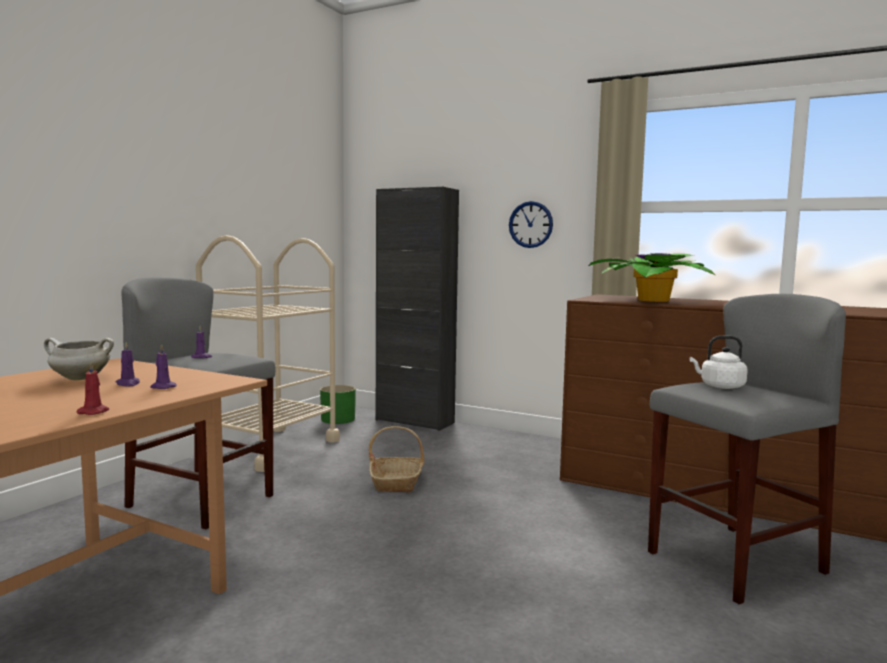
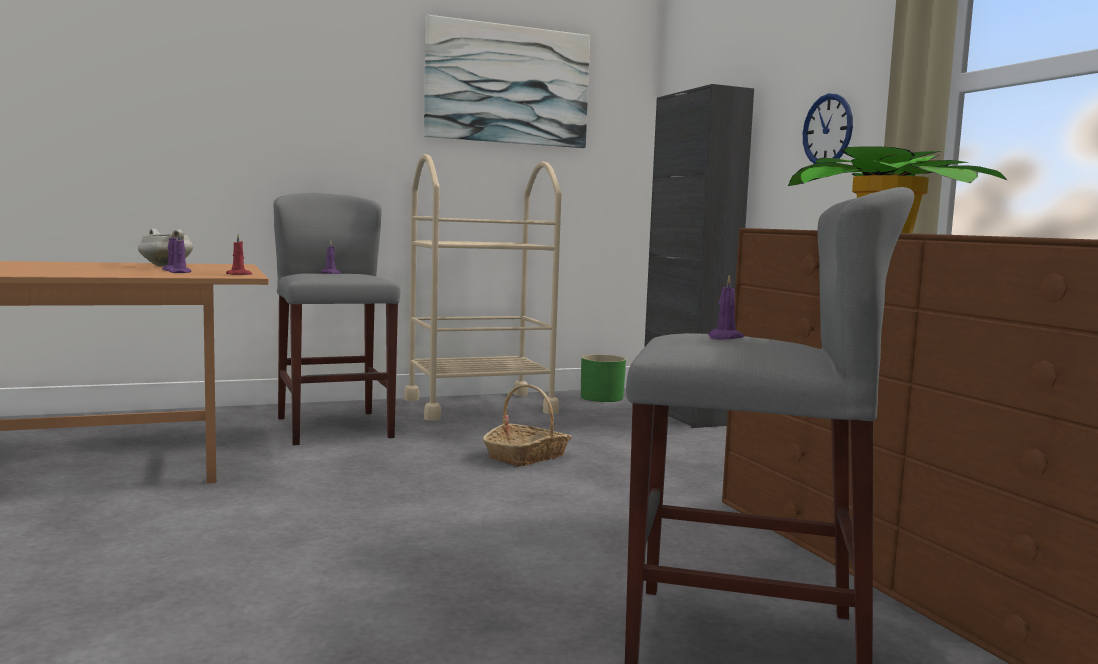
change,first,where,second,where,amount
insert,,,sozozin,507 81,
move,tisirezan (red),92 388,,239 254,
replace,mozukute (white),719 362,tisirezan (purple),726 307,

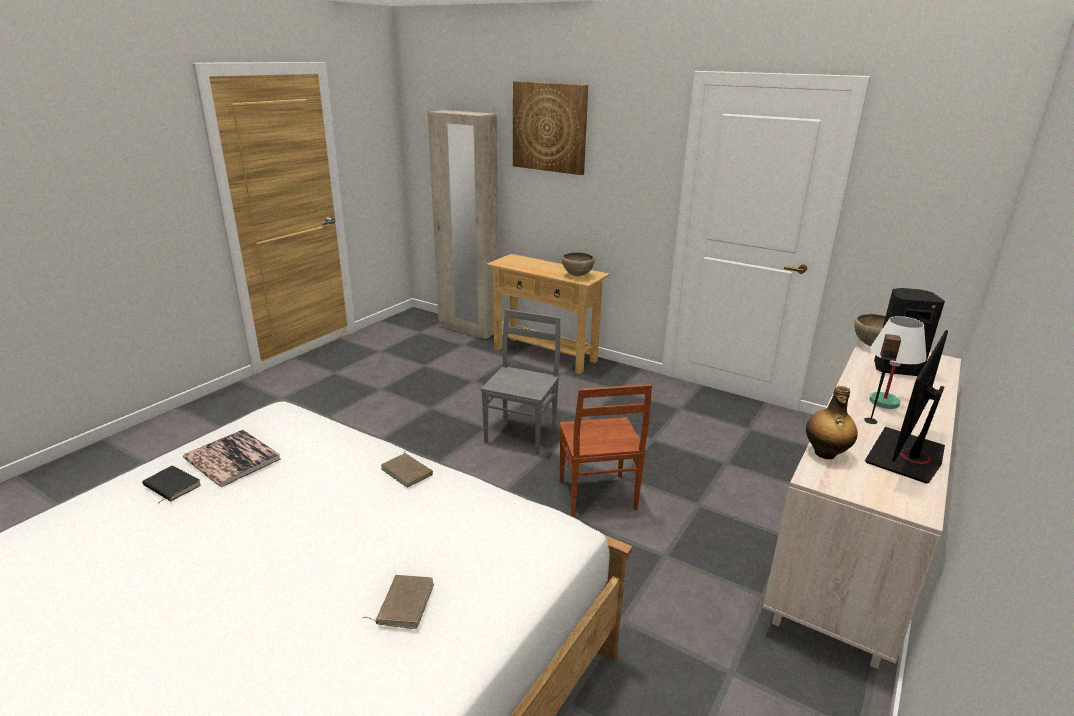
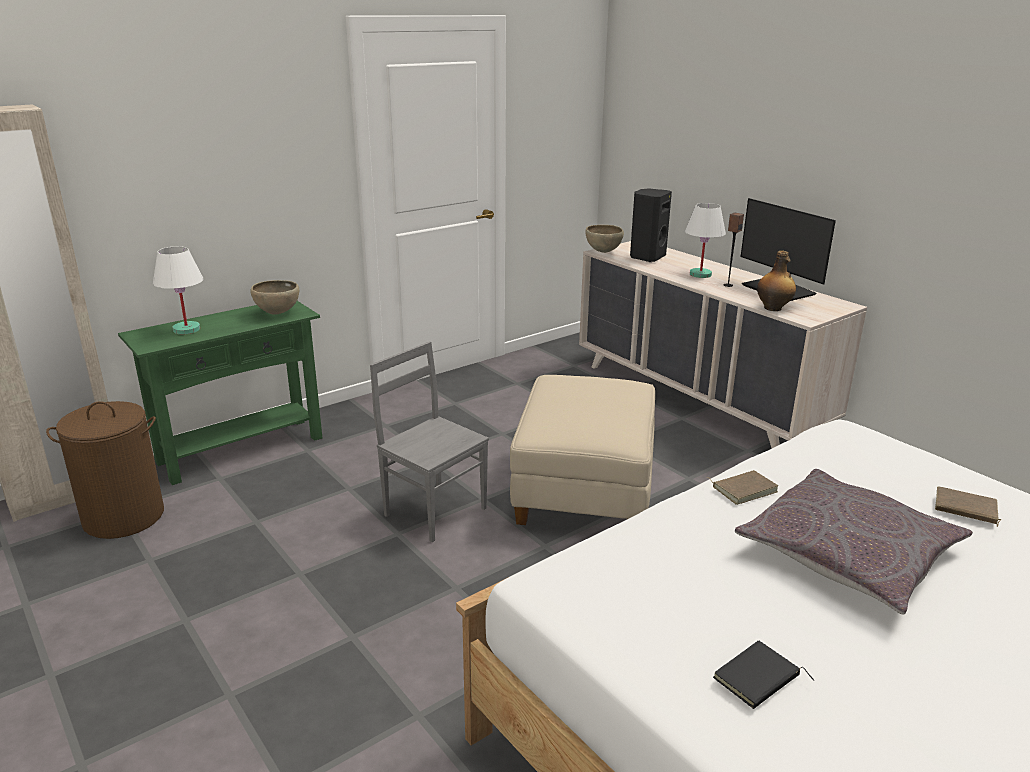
change,first,where,second,where,amount
delete,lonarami,232 458,,,
delete,sozozin,550 128,,,
insert,,,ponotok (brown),105 470,
insert,,,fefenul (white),178 290,
insert,,,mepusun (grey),854 542,
replace,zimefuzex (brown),605 450,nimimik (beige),582 450,
recolor,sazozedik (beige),548 314,sazozedik (green),220 393,

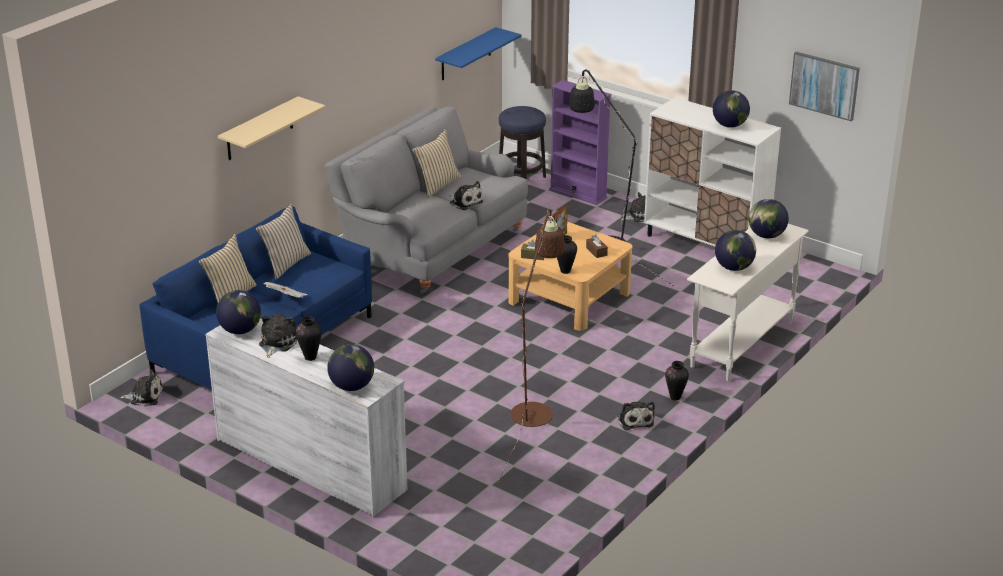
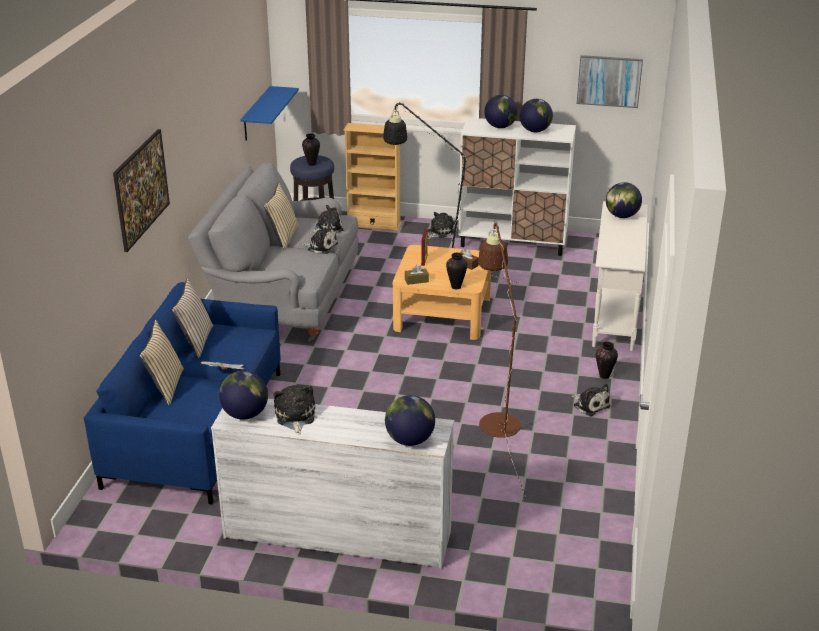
change,first,where,second,where,amount
move,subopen,142 388,,326 219,
move,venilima,309 338,,311 149,
move,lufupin,735 250,,500 111,
replace,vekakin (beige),272 128,sozozin,141 190,
recolor,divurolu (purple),580 142,divurolu (beige),372 177,

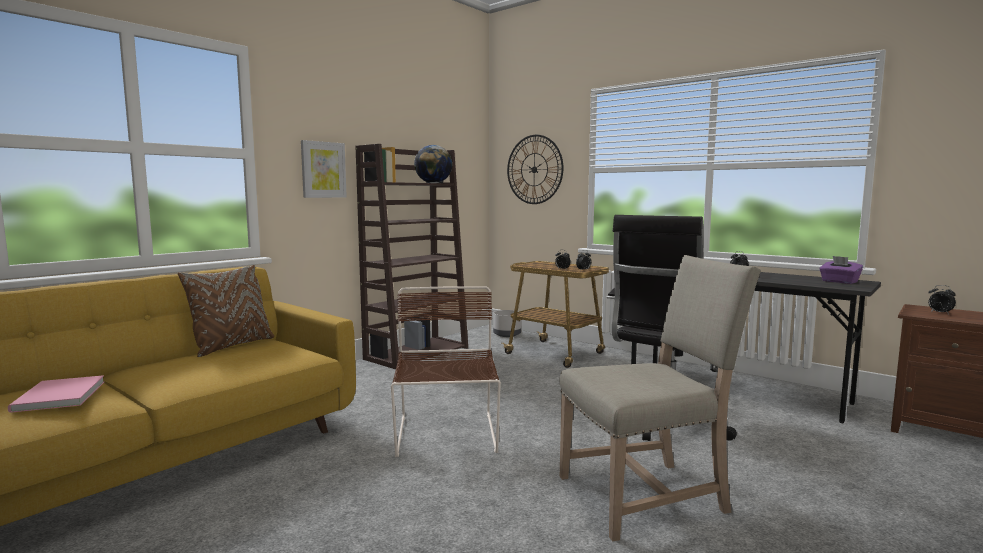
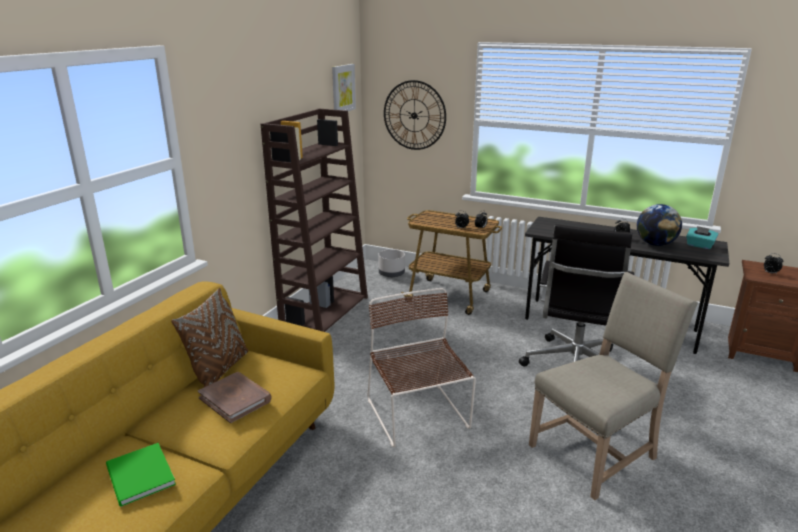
change,first,where,second,where,amount
insert,,,lonarami (brown),235 397,
move,sozozin,324 169,,344 87,
move,lufupin,433 164,,659 225,
recolor,lonarami (pink),56 394,lonarami (green),141 475,
recolor,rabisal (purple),841 270,rabisal (turquoise),702 237,

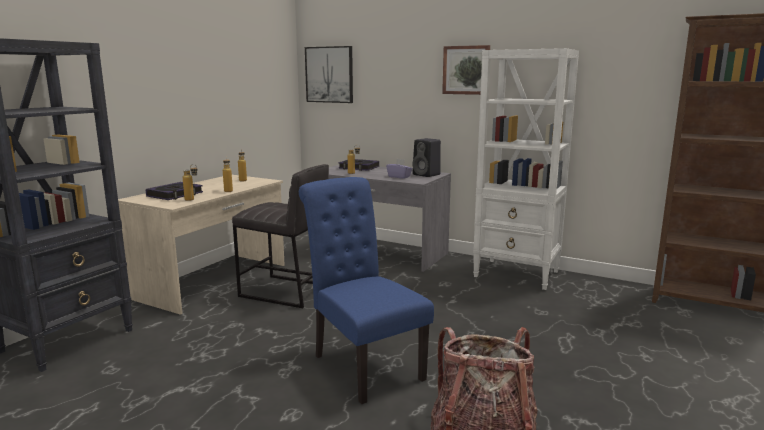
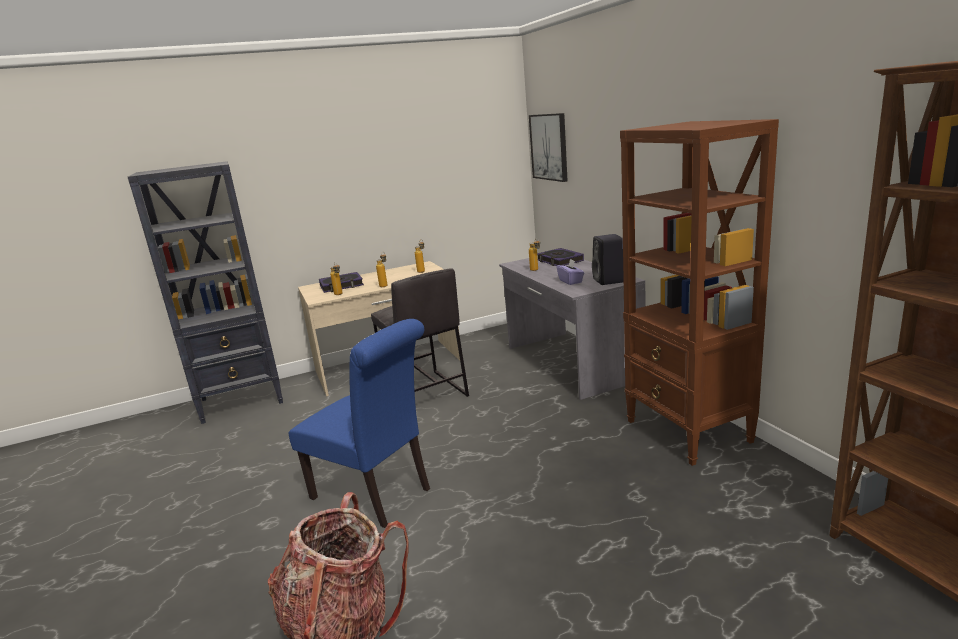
change,first,where,second,where,amount
delete,sozozin,466 70,,,
recolor,divurolu (white),526 169,divurolu (brown),699 292,
rotate,zimefuzex (blue),366 290,,359 423,120 degrees clockwise

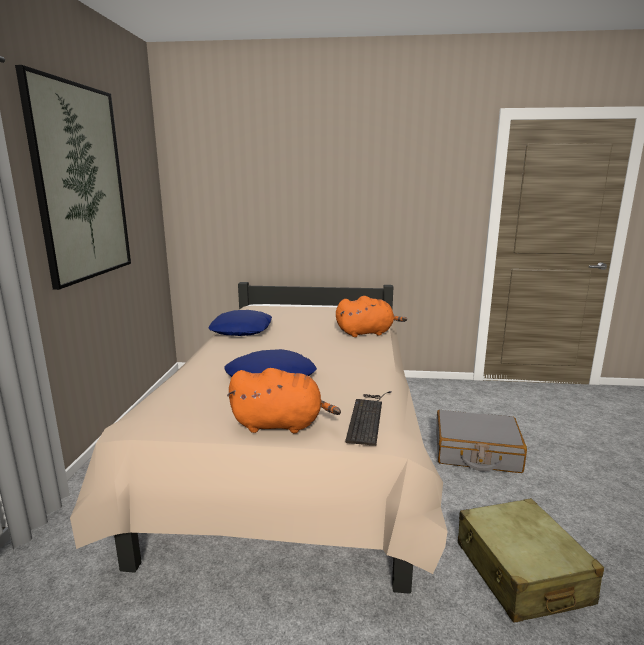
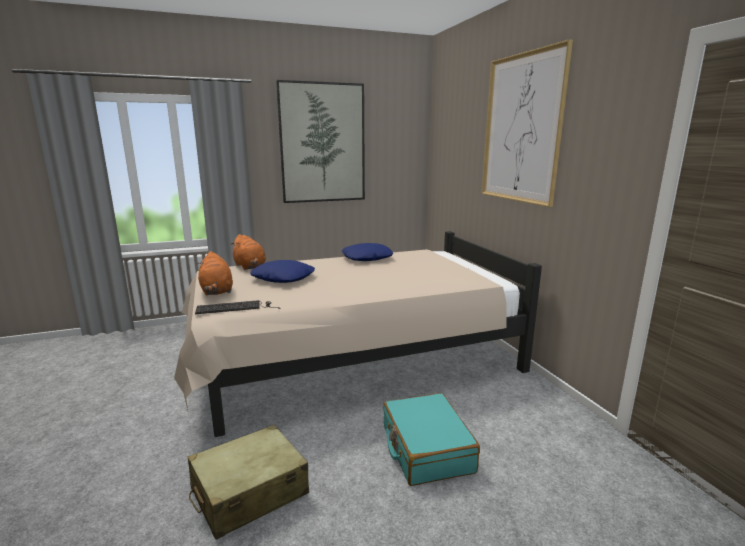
change,first,where,second,where,amount
insert,,,sozozin,527 123,
move,subopen (orange),371 316,,248 252,
recolor,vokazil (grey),481 441,vokazil (turquoise),431 439,

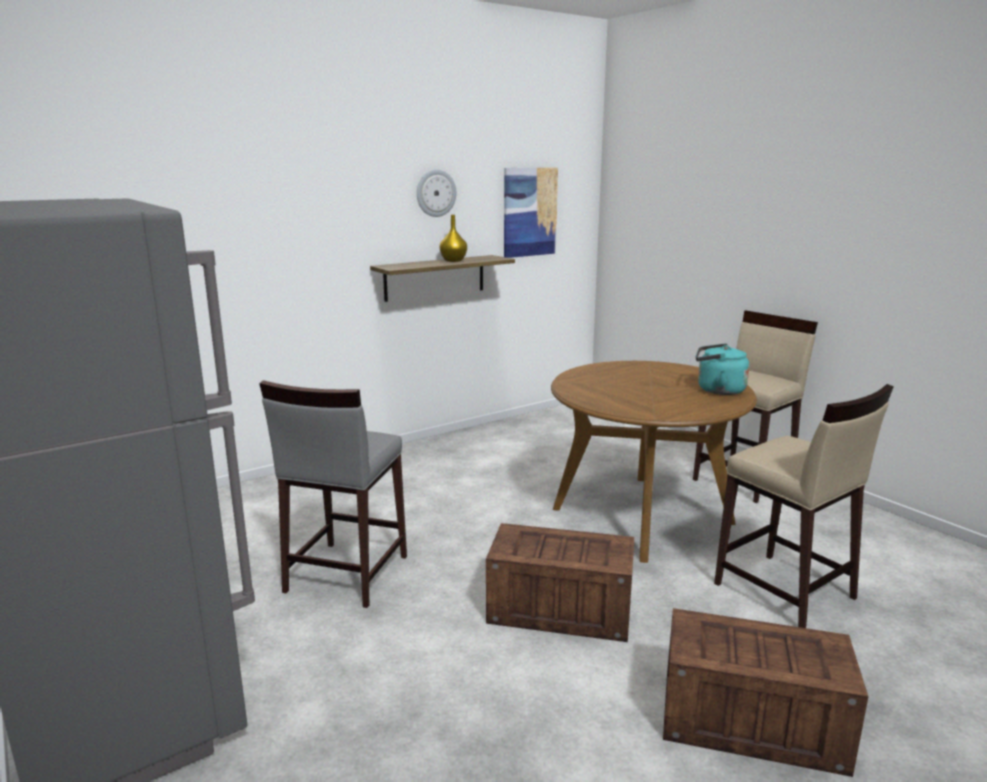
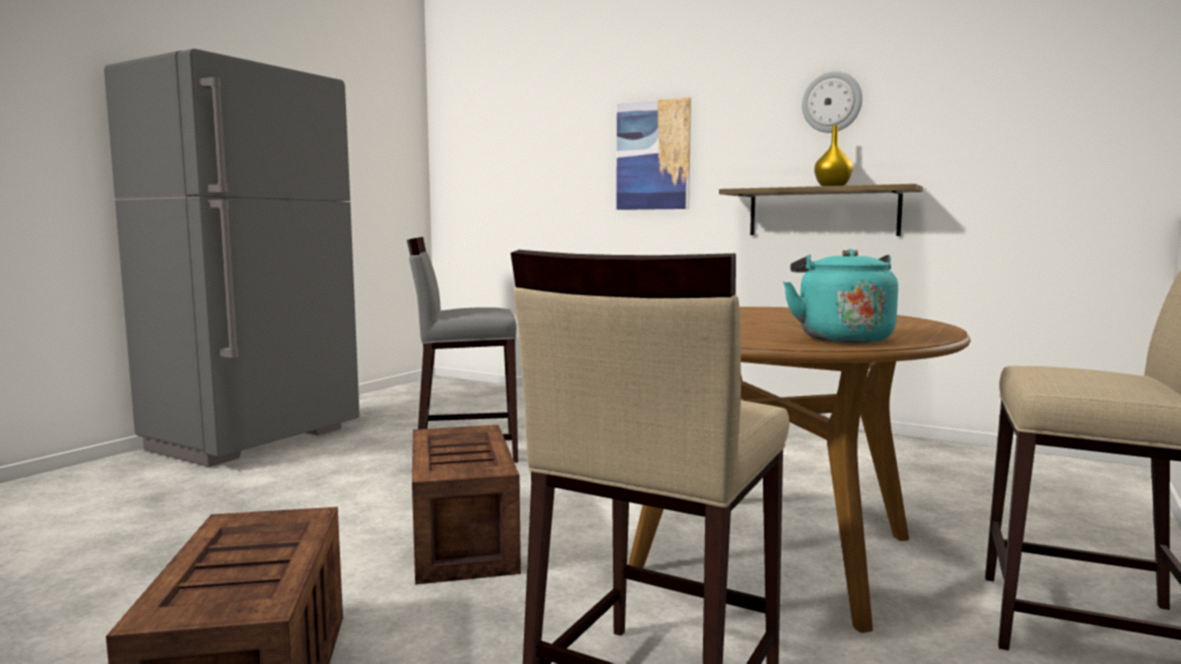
change,first,where,second,where,amount
move,sozozin,531 212,,653 153,

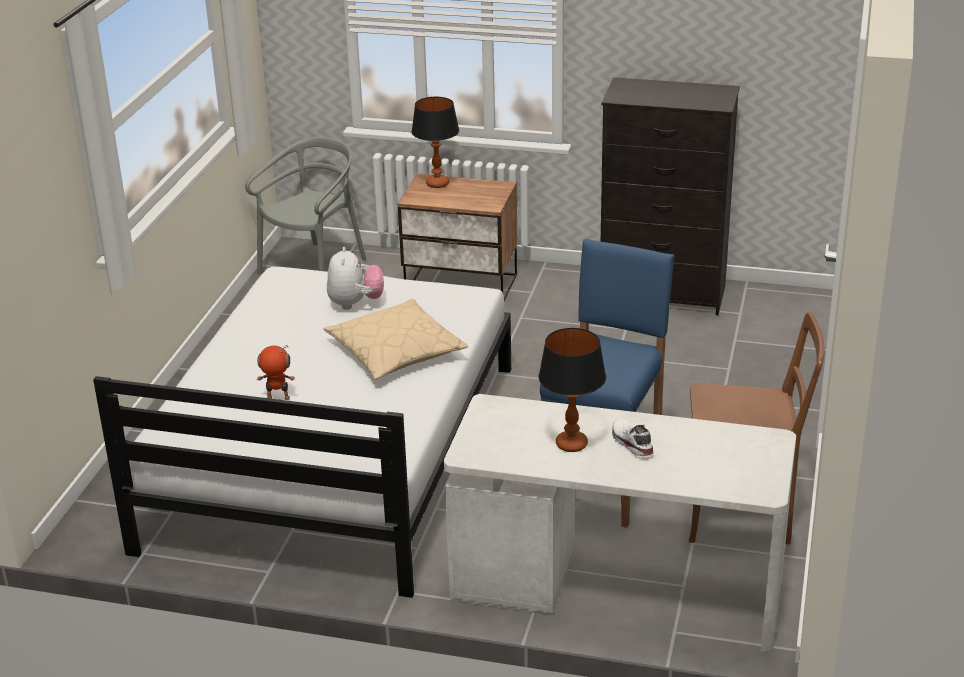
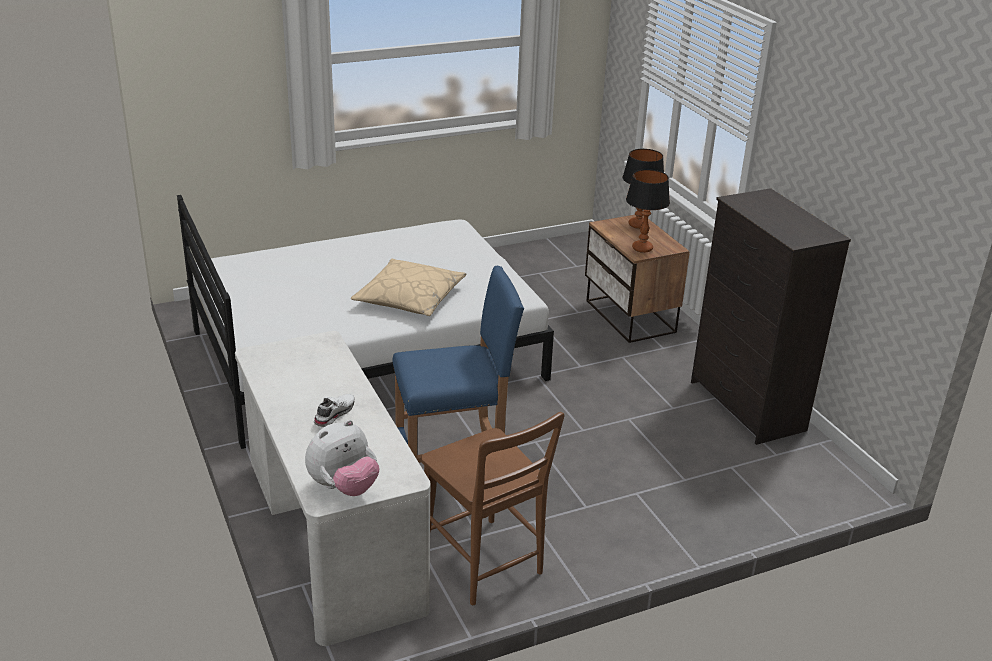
change,first,where,second,where,amount
delete,zimefuzex (grey),306 205,,,
delete,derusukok,276 372,,,
move,subopen,355 278,,342 458,
move,fefenul,572 390,,648 211,

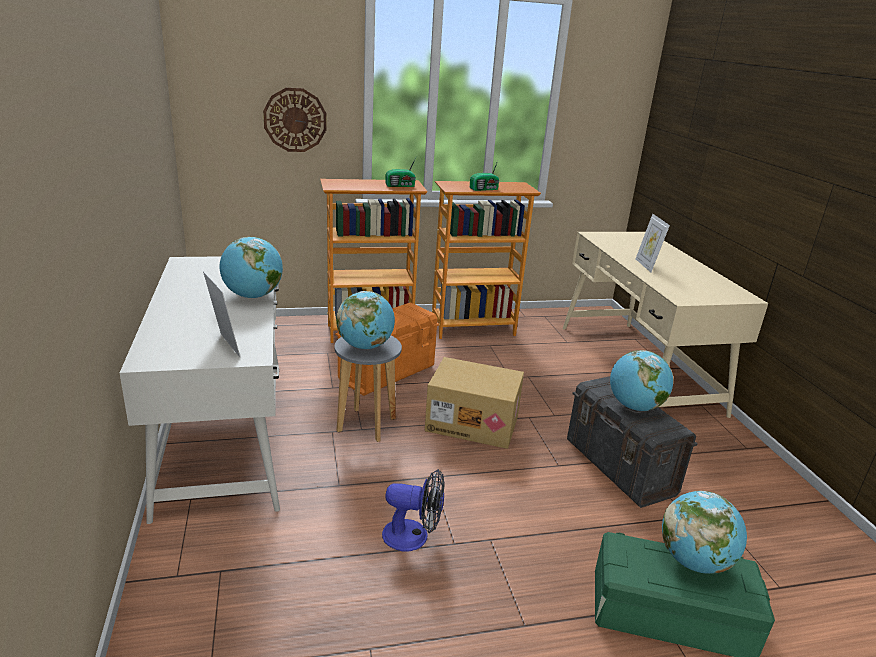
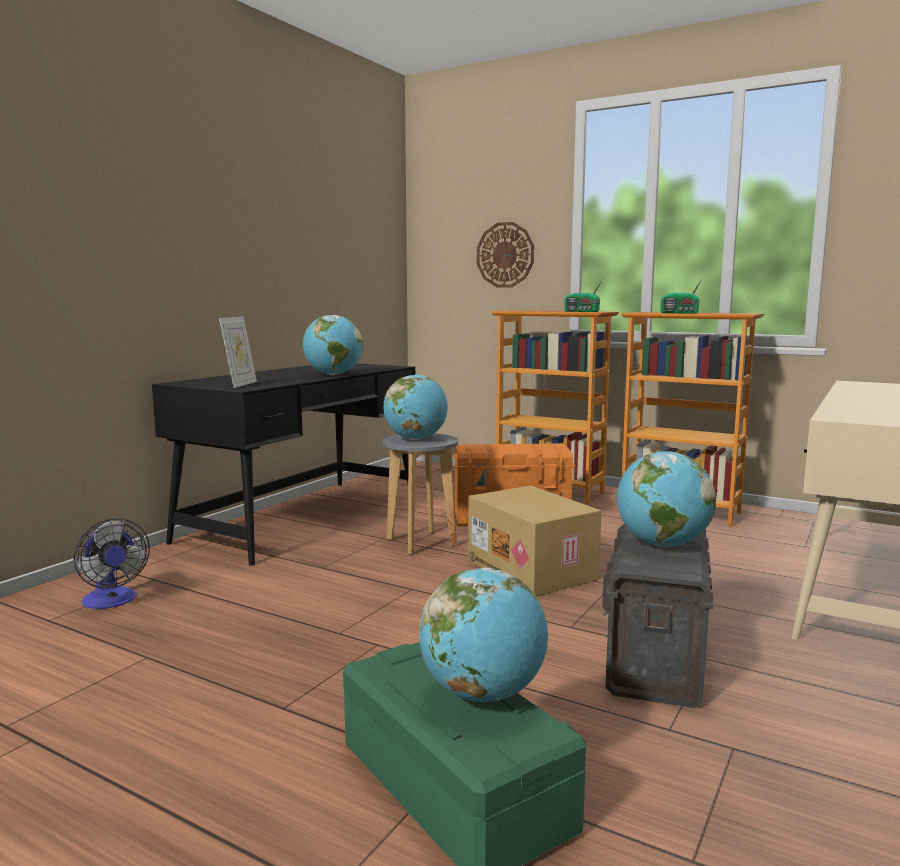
change,first,where,second,where,amount
delete,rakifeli,653 243,,,
move,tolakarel,413 510,,111 563,
recolor,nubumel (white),200 390,nubumel (black),283 464,

